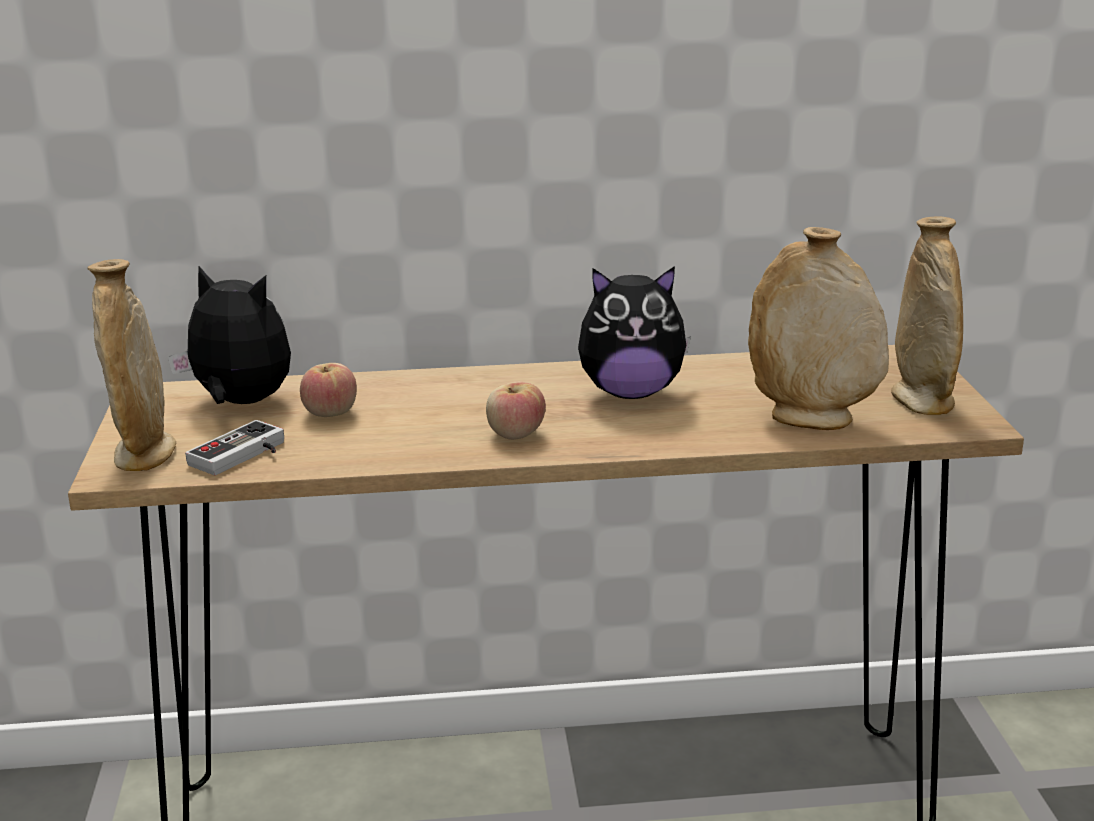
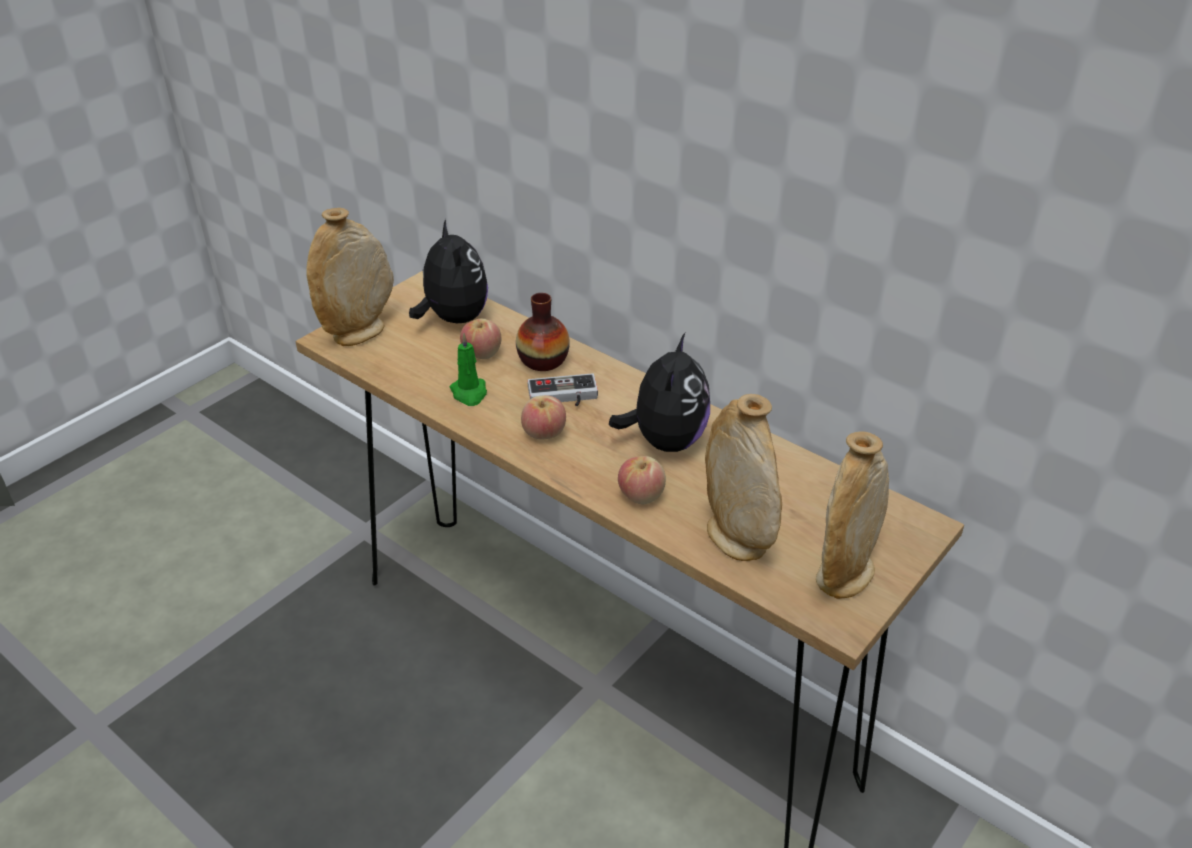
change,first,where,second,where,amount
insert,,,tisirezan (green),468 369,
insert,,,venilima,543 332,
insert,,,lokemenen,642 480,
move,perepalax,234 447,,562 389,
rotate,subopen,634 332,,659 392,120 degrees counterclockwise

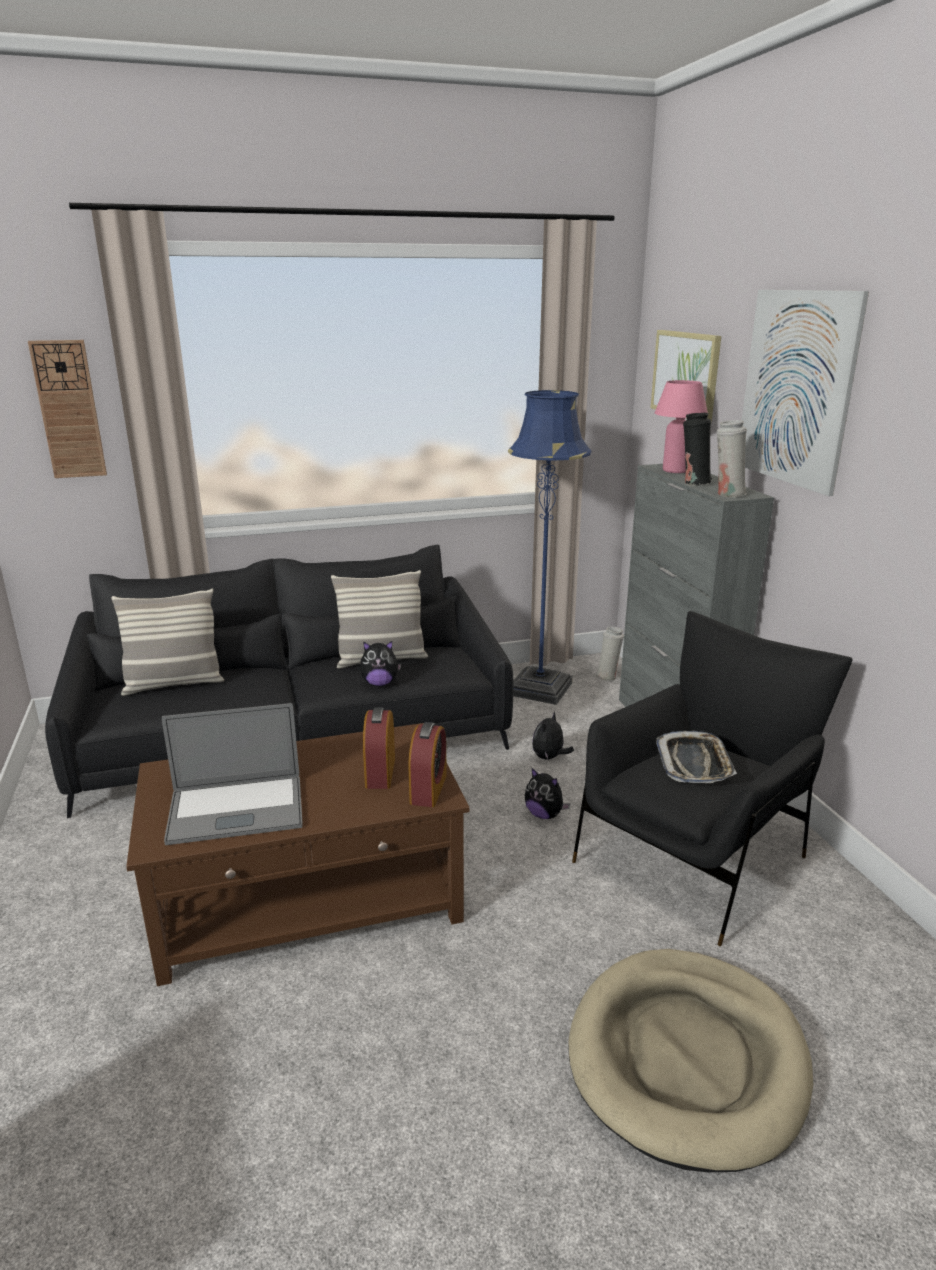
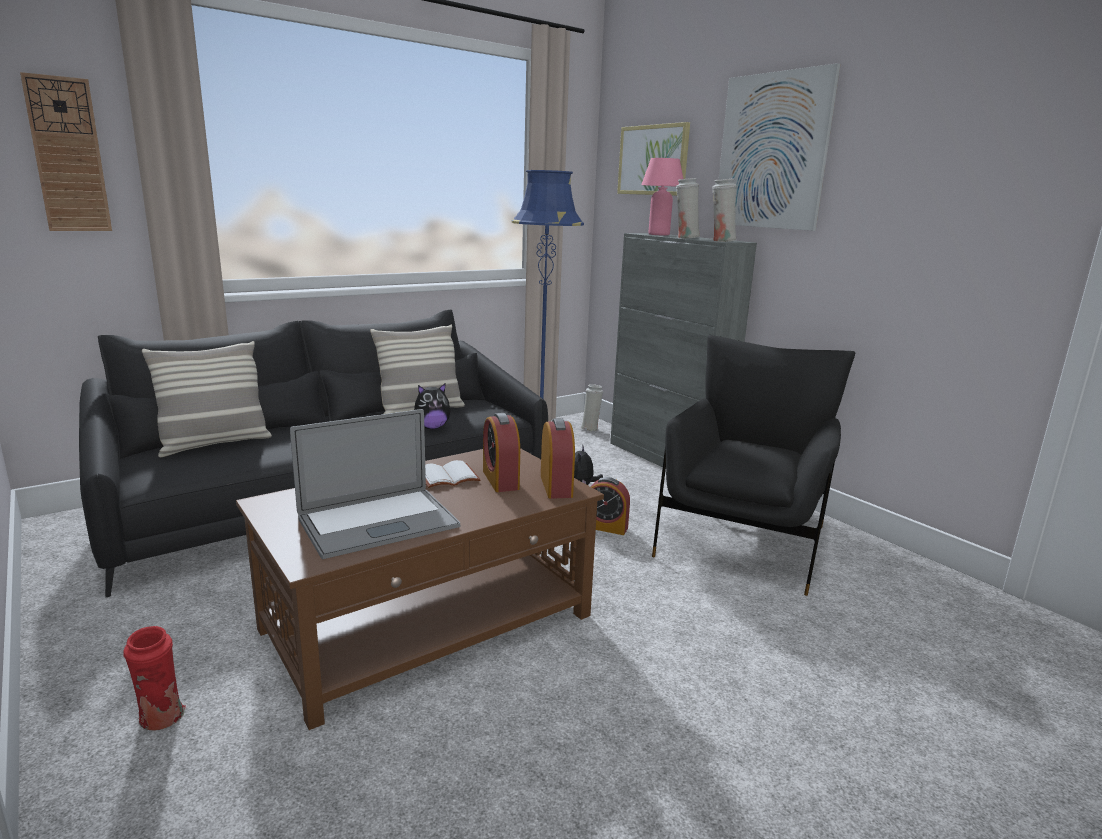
change,first,where,second,where,amount
delete,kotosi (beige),690 1060,,,
delete,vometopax,696 757,,,
insert,,,venilima (red),154 678,
insert,,,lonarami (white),452 474,
replace,subopen,547 793,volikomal,610 506,
recolor,venilima (black),697 449,venilima (white),688 208,

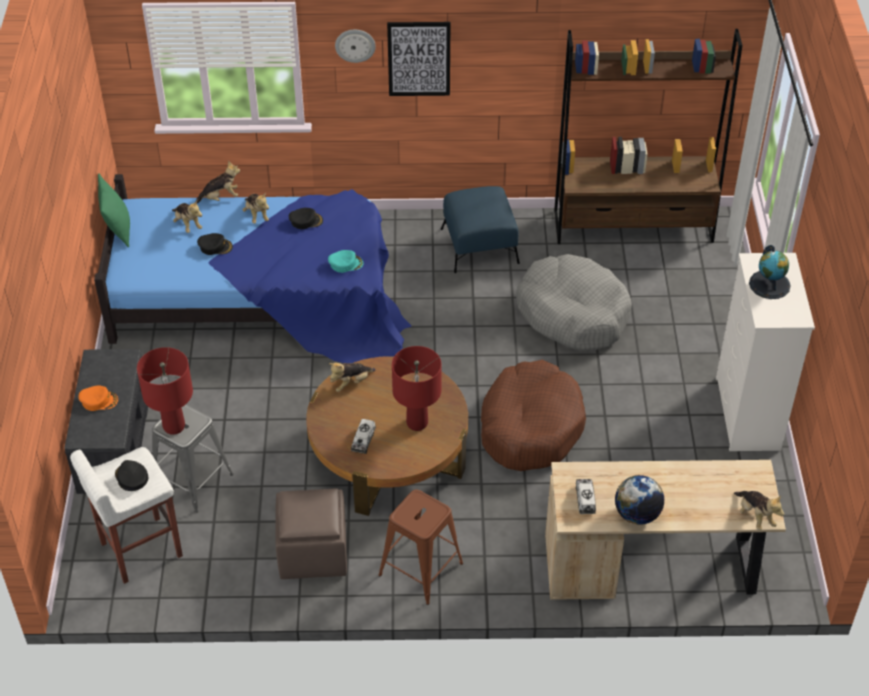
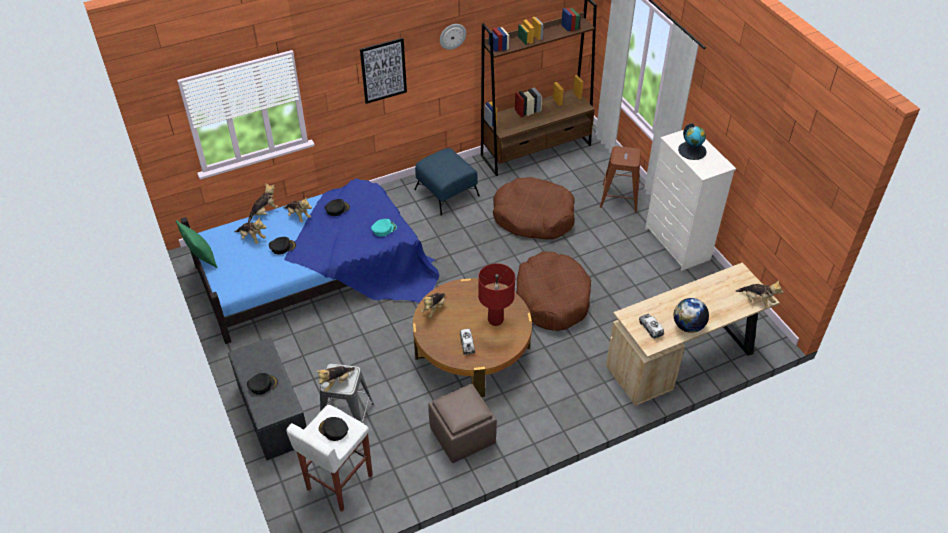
change,first,where,second,where,amount
move,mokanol,355 46,,453 37,
move,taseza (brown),421 547,,620 179,
replace,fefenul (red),165 391,subopen,335 379,
recolor,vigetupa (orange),98 398,vigetupa (black),262 384,
recolor,kotosi (grey),574 302,kotosi (brown),534 208,

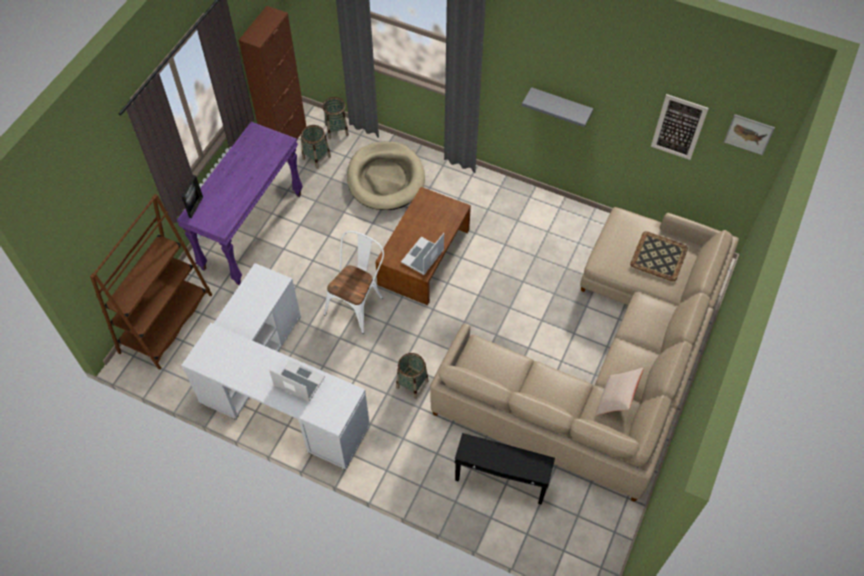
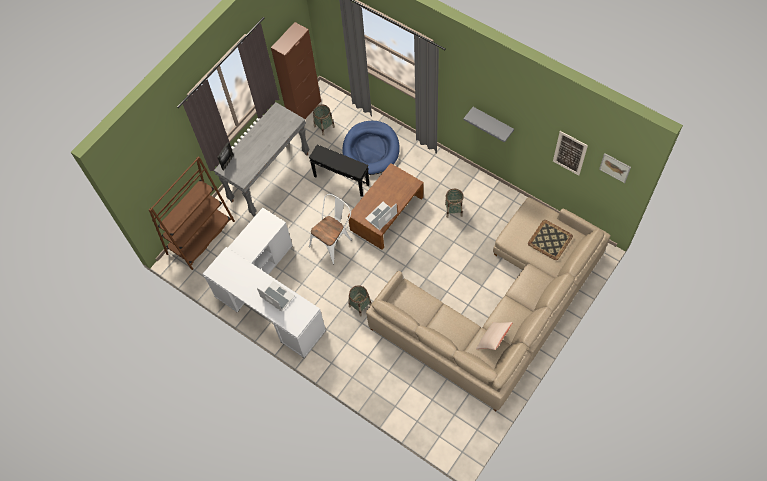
change,first,where,second,where,amount
move,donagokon,336 118,,454 203,
move,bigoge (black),505 469,,339 171,
recolor,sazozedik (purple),239 203,sazozedik (grey),262 159,
recolor,kotosi (beige),386 176,kotosi (blue),371 148,

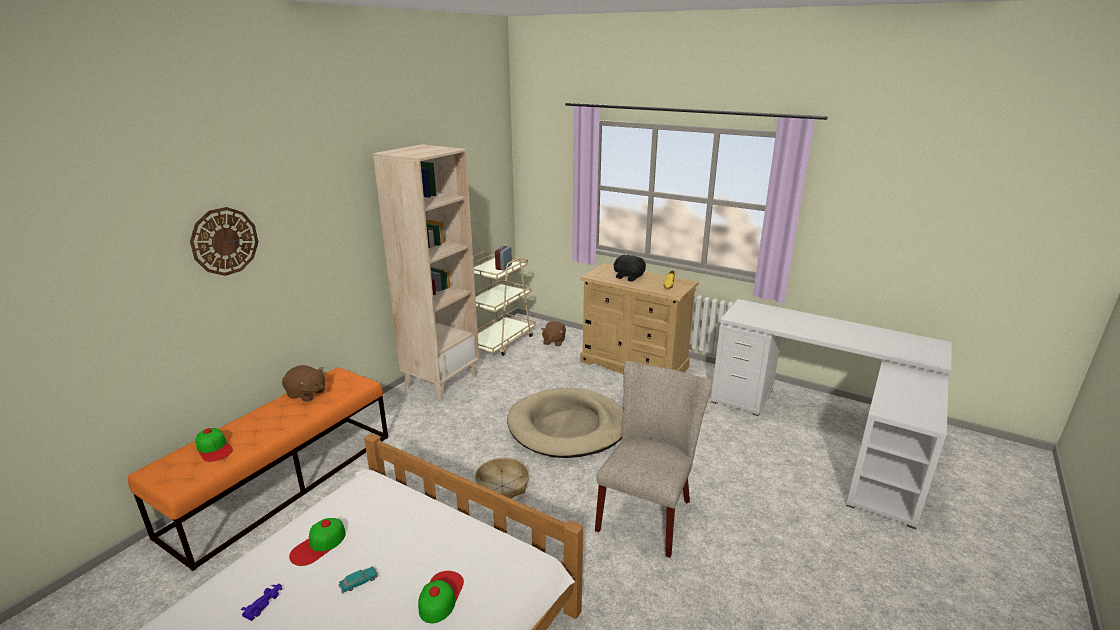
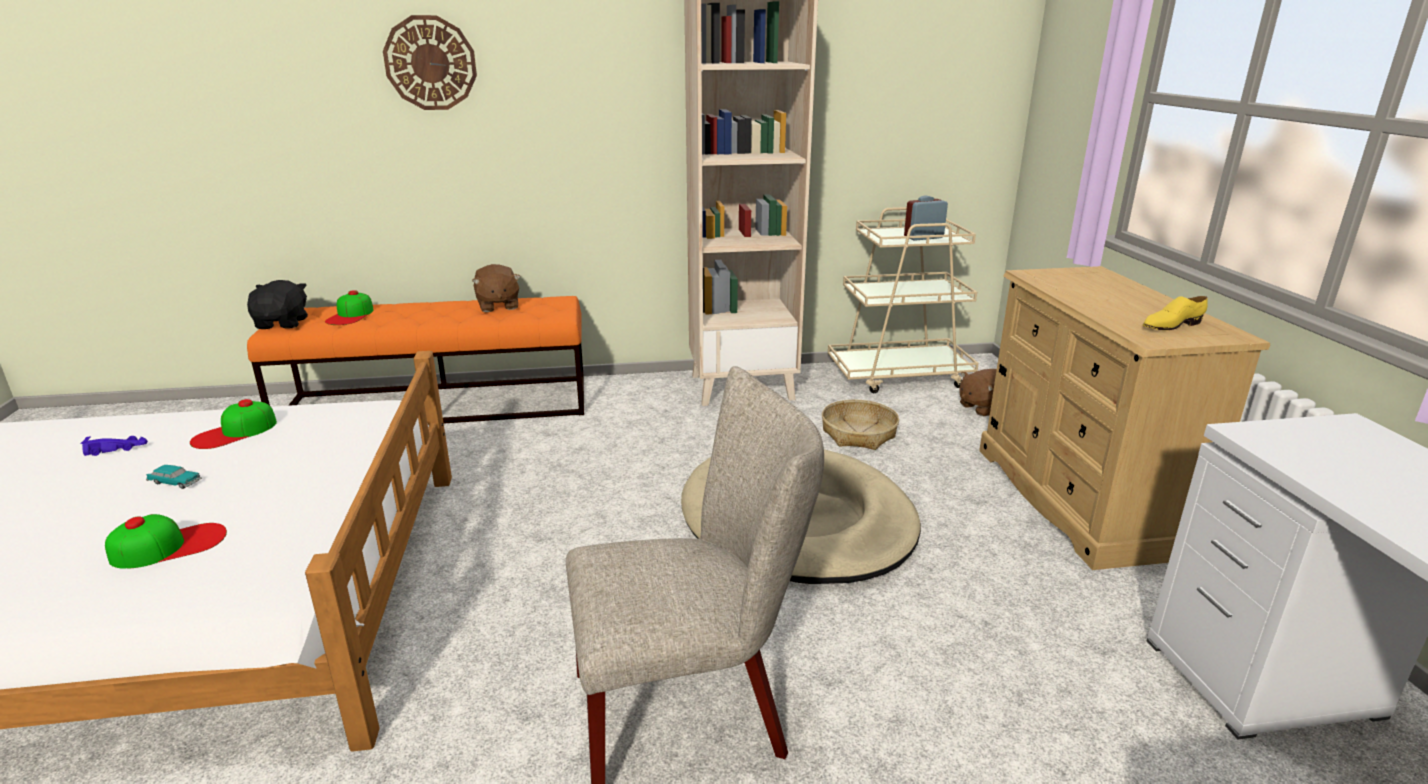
change,first,where,second,where,amount
move,donagokon,502 478,,860 425,
move,subopen (black),629 268,,277 304,
rotate,vigetupa,317 542,,233 424,45 degrees counterclockwise

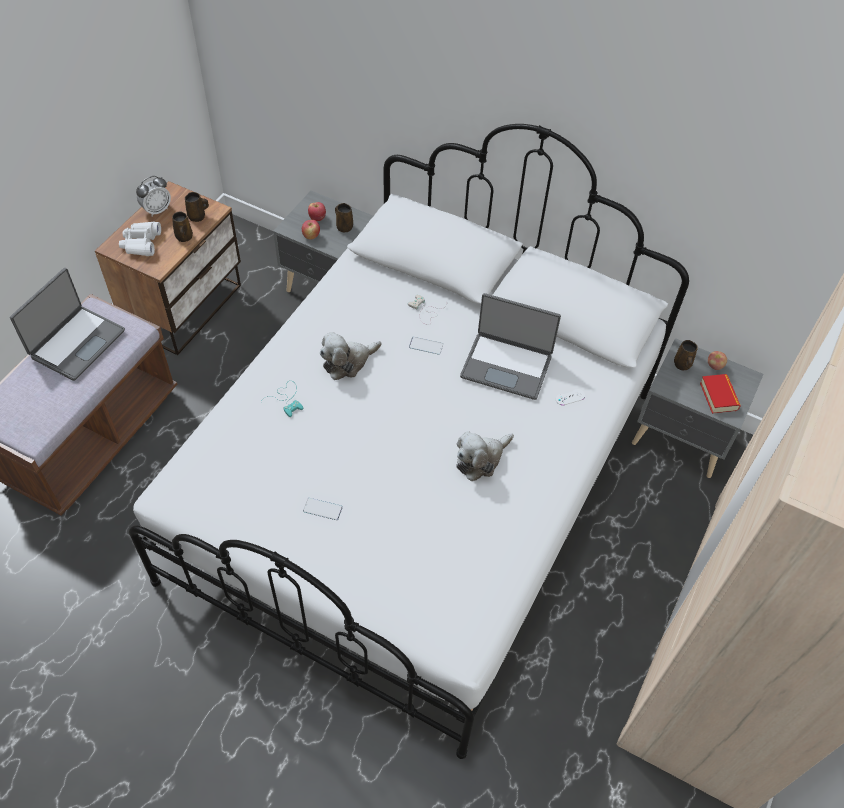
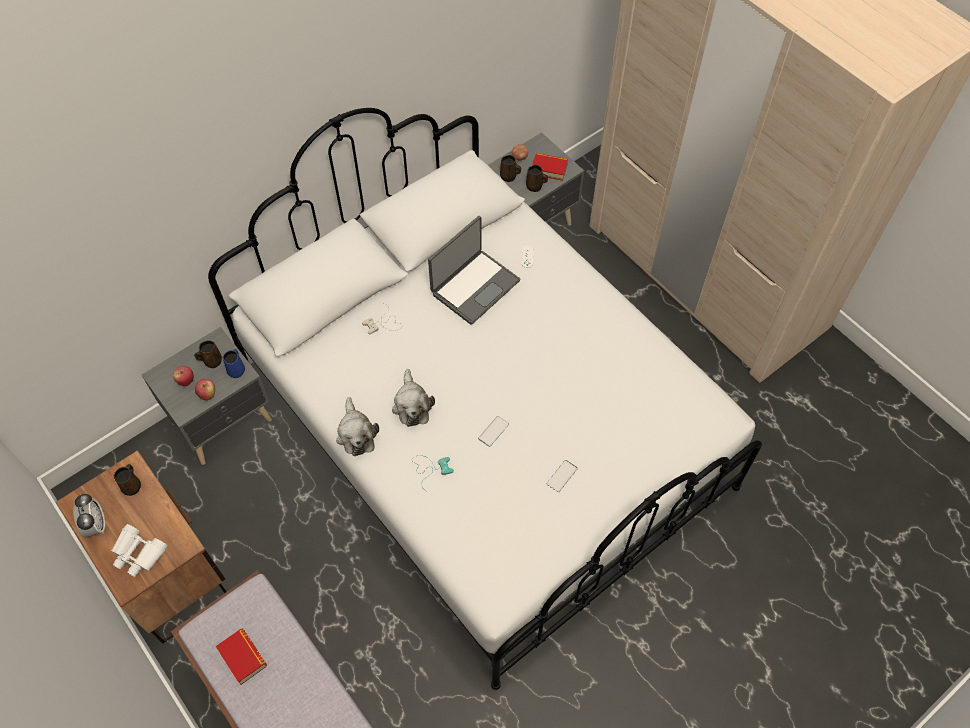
change,first,where,second,where,amount
insert,,,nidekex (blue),234 363,
move,nidekex (brown),182 226,,537 178,
move,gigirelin,426 346,,493 431,
move,subopen,485 456,,357 426,
replace,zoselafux,67 324,lonarami,241 656,

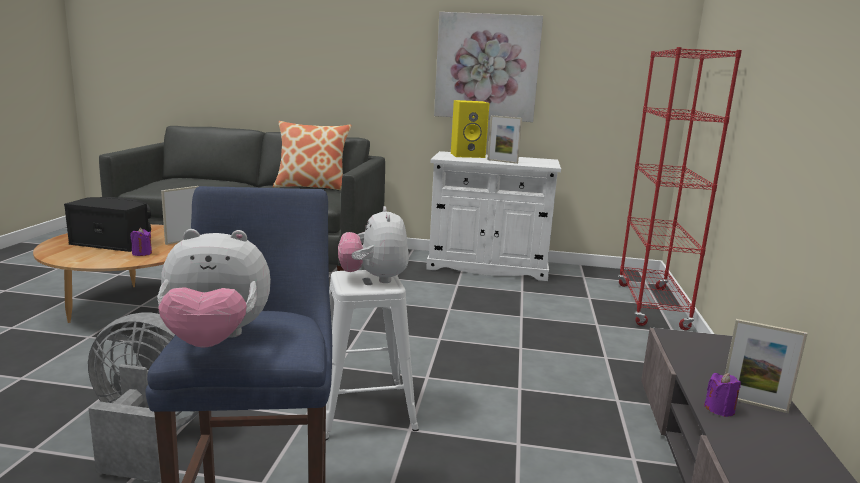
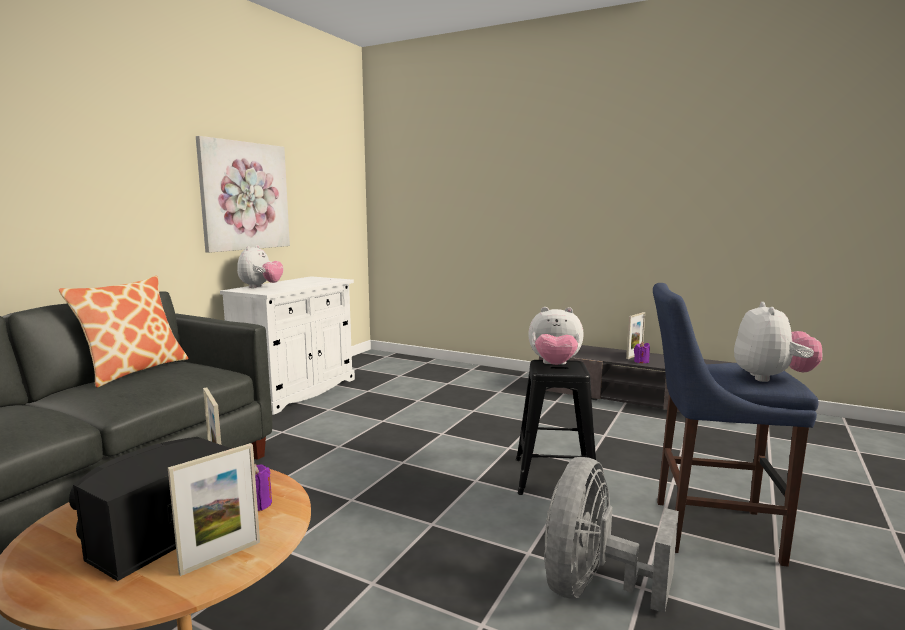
change,first,where,second,where,amount
delete,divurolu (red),680 188,,,
move,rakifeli,504 139,,214 509,
replace,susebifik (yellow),470 129,subopen,260 266,
recolor,taseza (white),372 355,taseza (black),556 427,

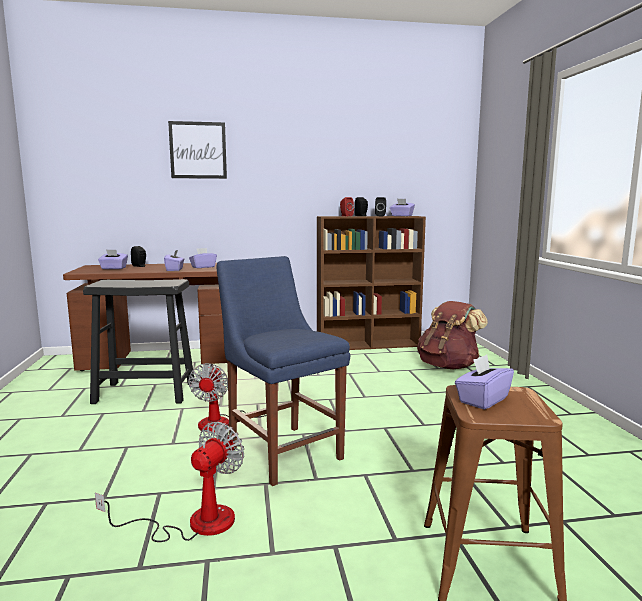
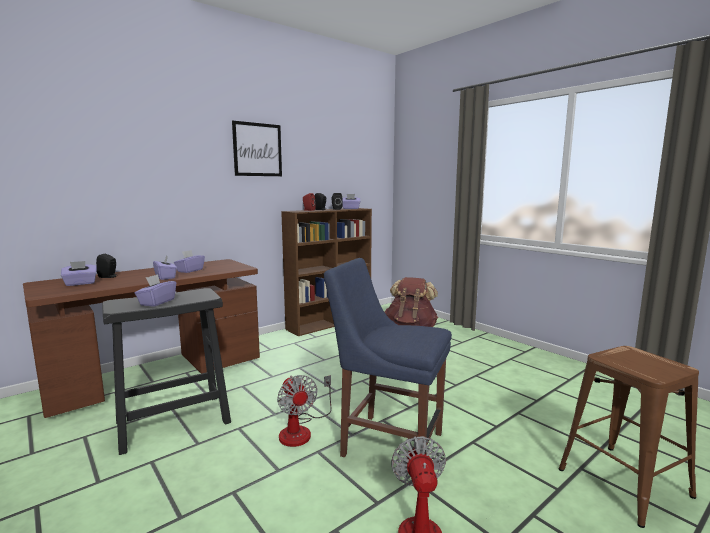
change,first,where,second,where,amount
move,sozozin,197 150,,257 148,
move,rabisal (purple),484 381,,155 290,

